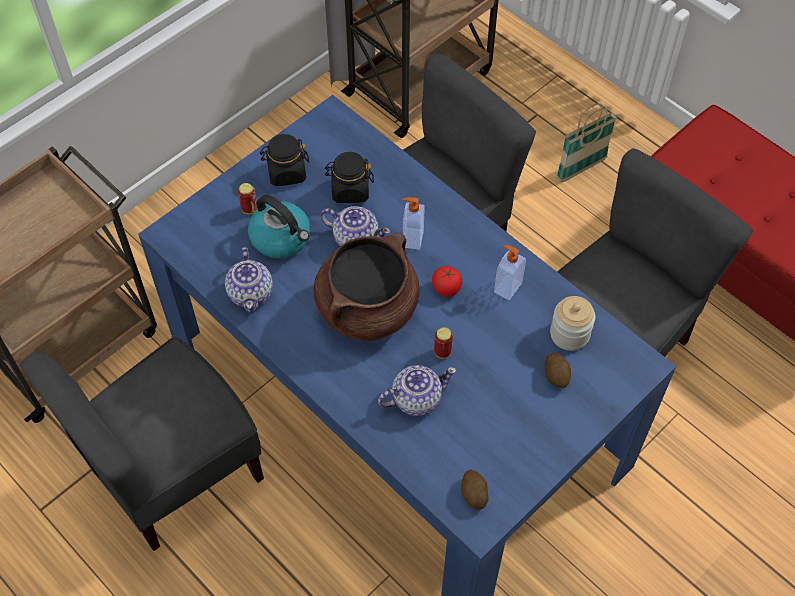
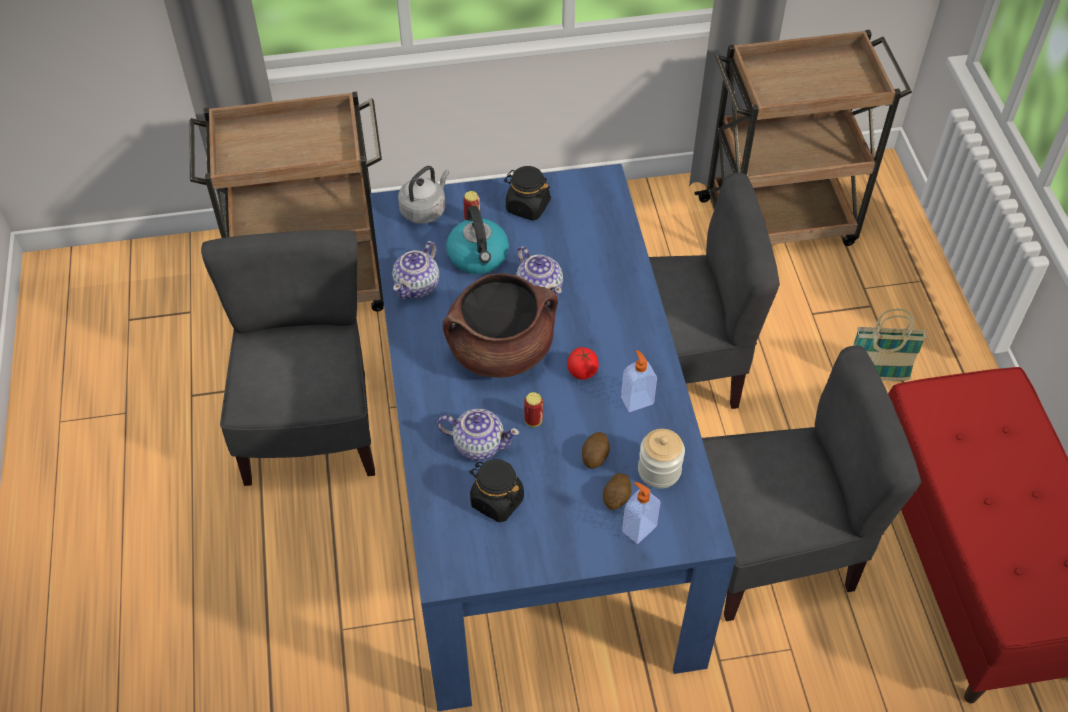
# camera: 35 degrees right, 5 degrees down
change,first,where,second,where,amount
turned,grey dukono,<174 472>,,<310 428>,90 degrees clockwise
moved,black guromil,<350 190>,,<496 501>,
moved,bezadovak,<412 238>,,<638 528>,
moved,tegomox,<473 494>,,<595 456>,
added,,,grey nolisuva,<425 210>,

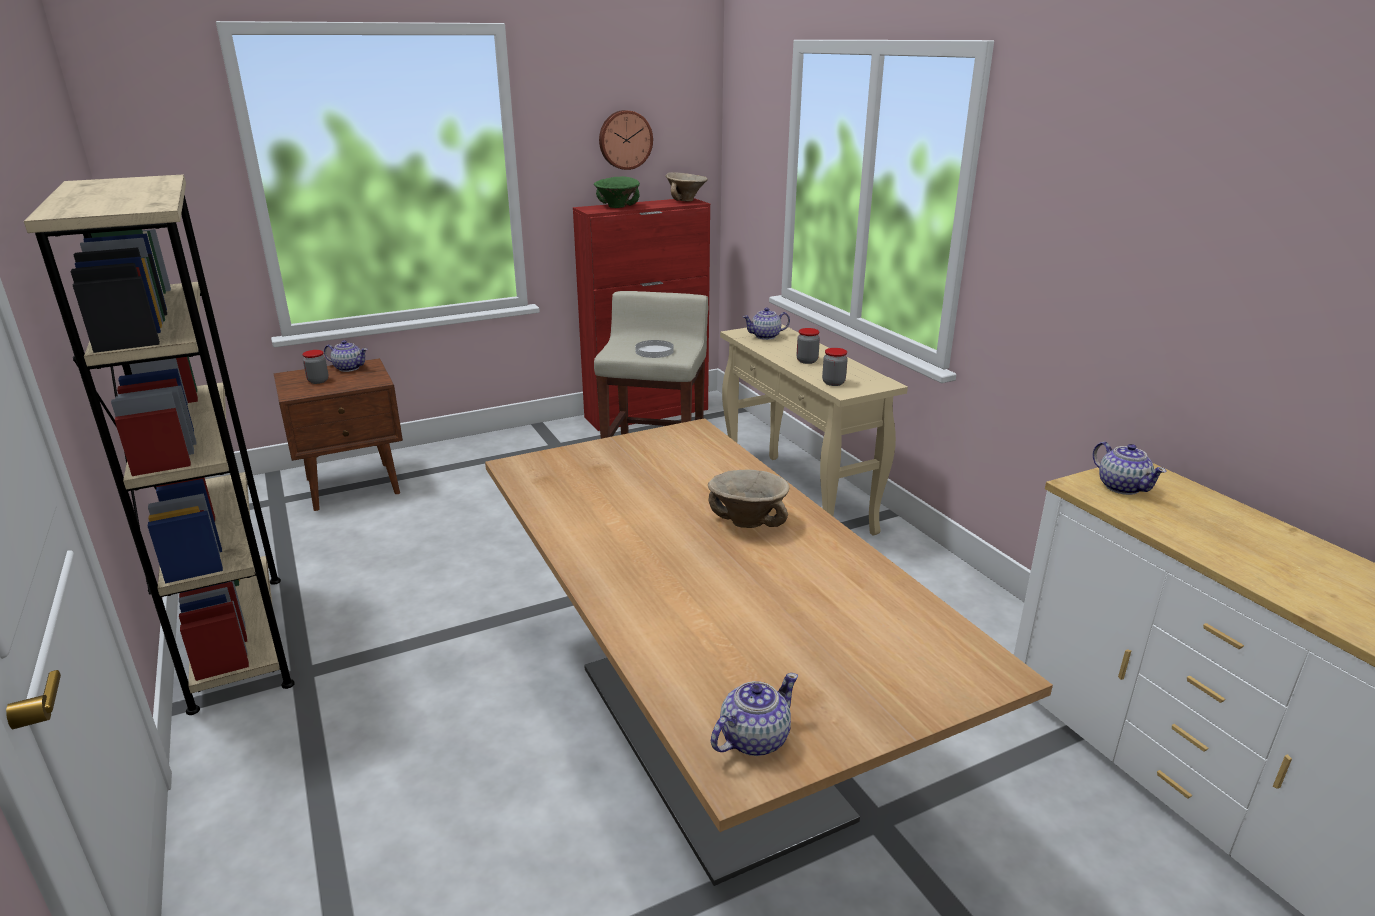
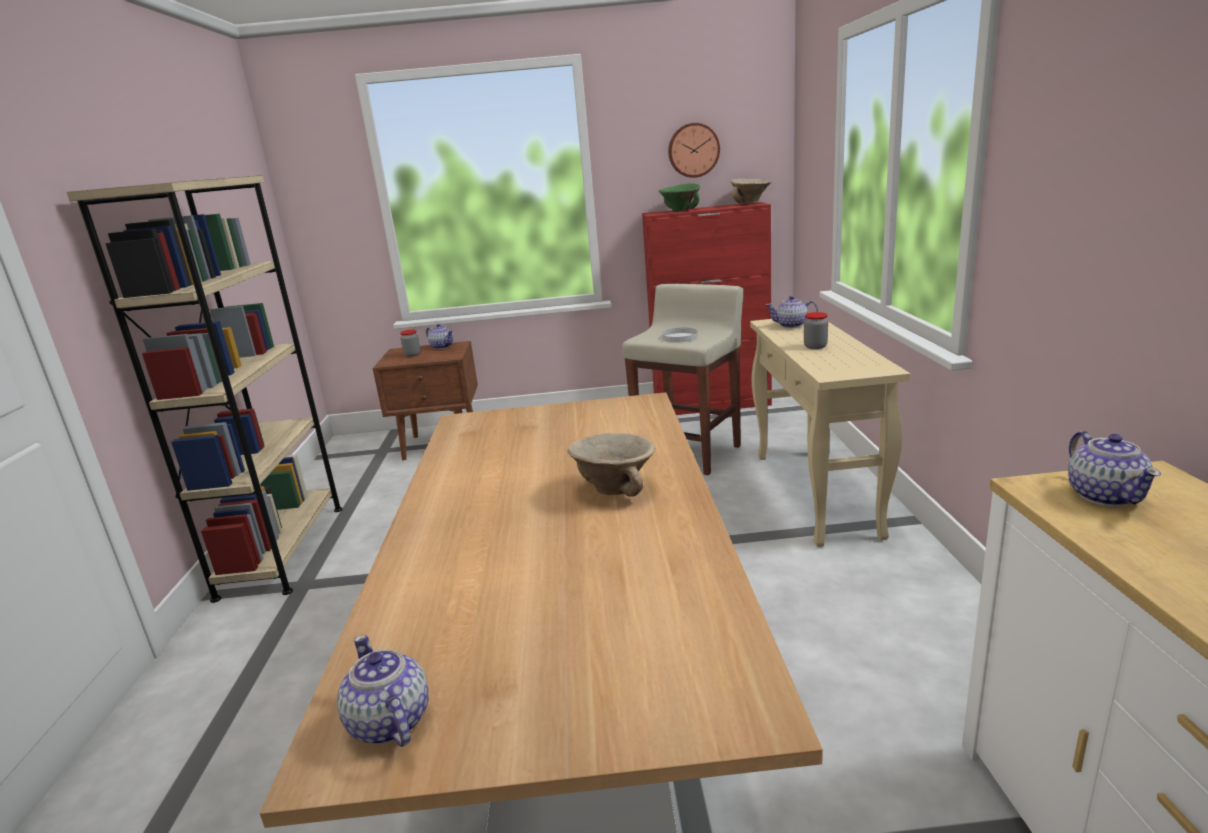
# camera: 25 degrees right, 5 degrees down
change,first,where,second,where,amount
turned,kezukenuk,<753 739>,,<389 723>,105 degrees counterclockwise
removed,guromil,<833 383>,,,

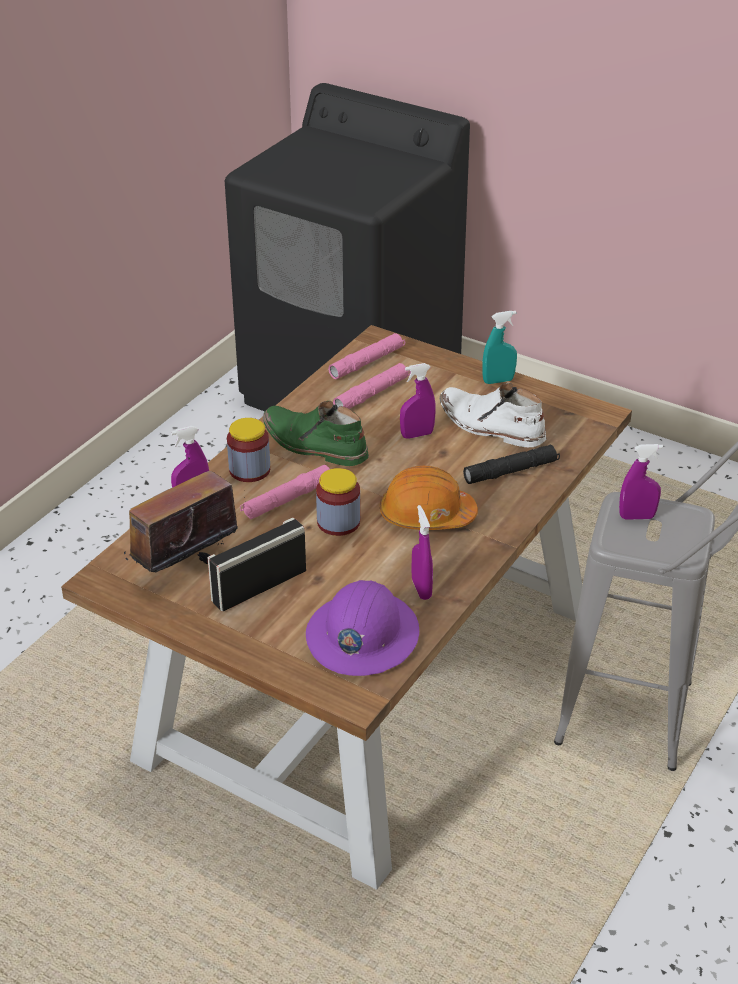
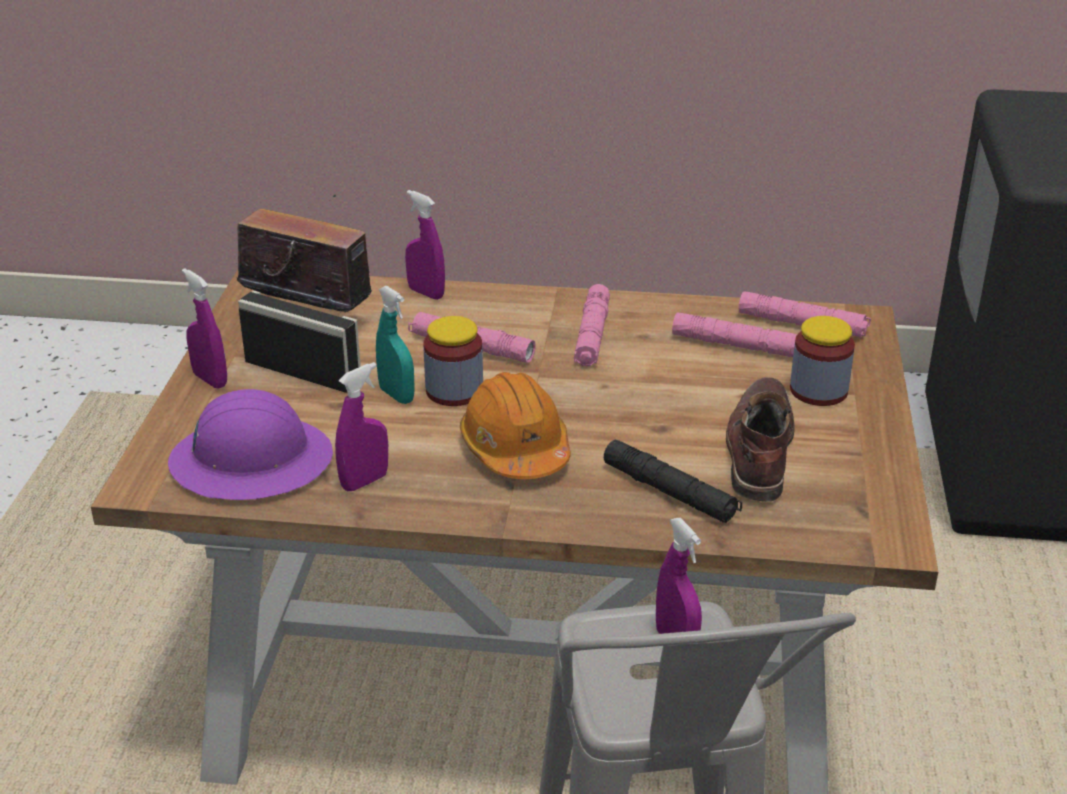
# camera: 65 degrees right, 5 degrees down
change,first,where,second,where,amount
moved,guromil,<249 470>,,<818 391>,
replaced,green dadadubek,<313 445>,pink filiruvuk,<592 335>,
moved,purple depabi,<417 435>,,<210 380>,
recoloured,white dadadubek,<490 426>,brown dadadubek,<758 451>,
moved,turquoise depabi,<498 381>,,<396 395>,

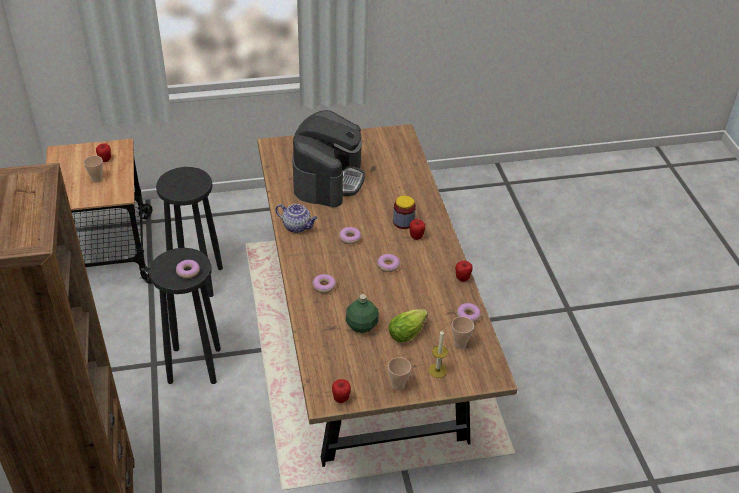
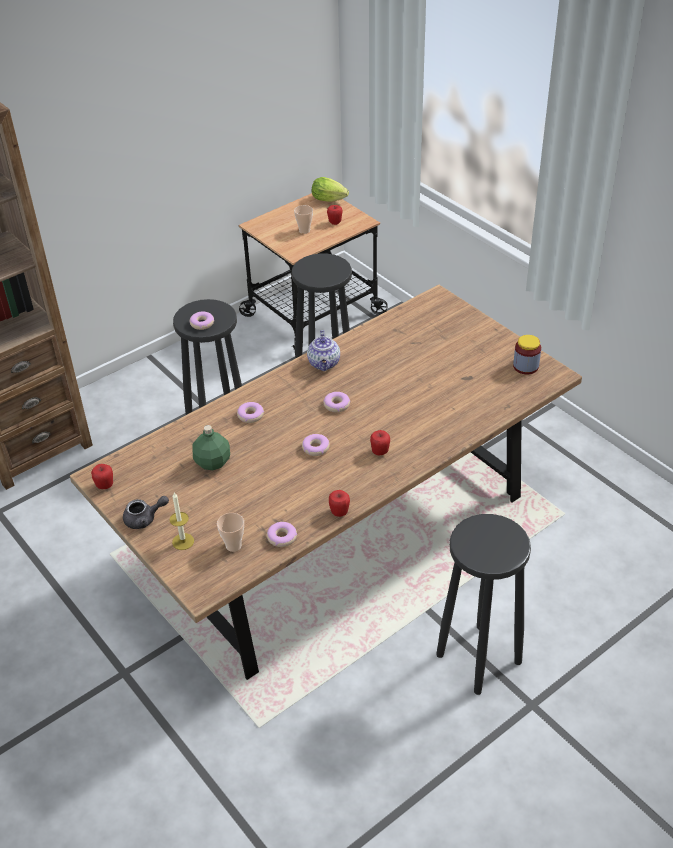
# camera: 65 degrees right, 0 degrees up
change,first,where,second,where,amount
removed,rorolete,<328 179>,,,
moved,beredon,<408 332>,,<331 200>,
replaced,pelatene,<398 385>,grey kezukenuk,<145 519>,
moved,guromil,<403 222>,,<525 366>,
added,,,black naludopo,<477 659>,

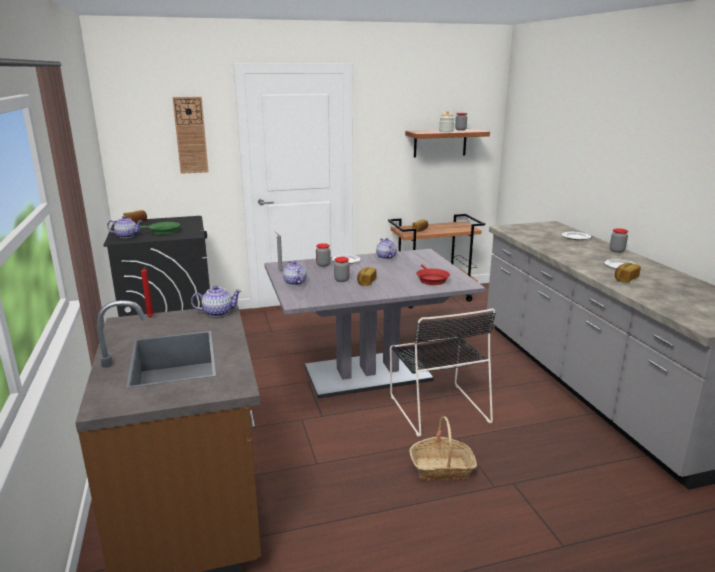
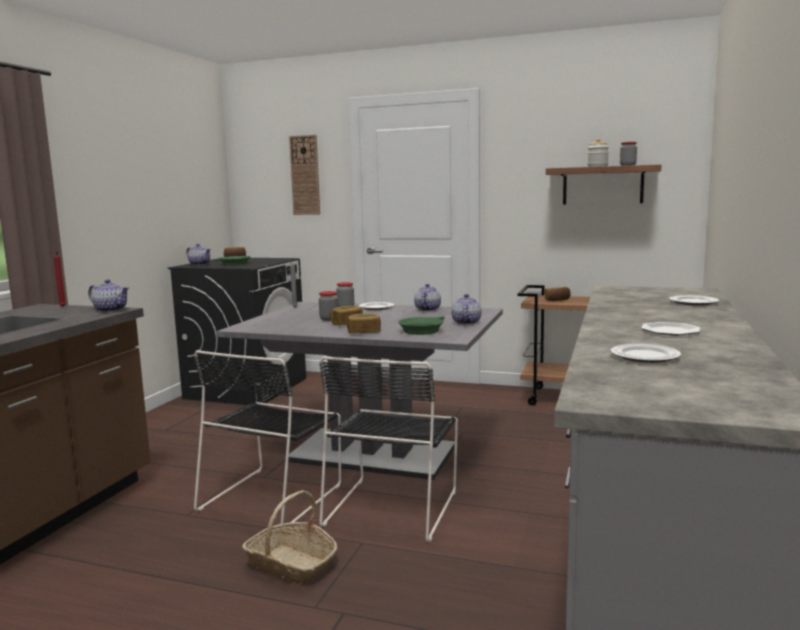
# camera: 35 degrees right, 10 degrees down
change,first,where,second,where,amount
moved,kezukenuk,<295 282>,,<465 322>,
recoloured,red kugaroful,<431 279>,green kugaroful,<422 330>,
removed,guromil,<617 251>,,,
moved,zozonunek,<625 279>,,<364 332>,
added,,,black dukono,<273 495>,
added,,,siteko,<644 356>,

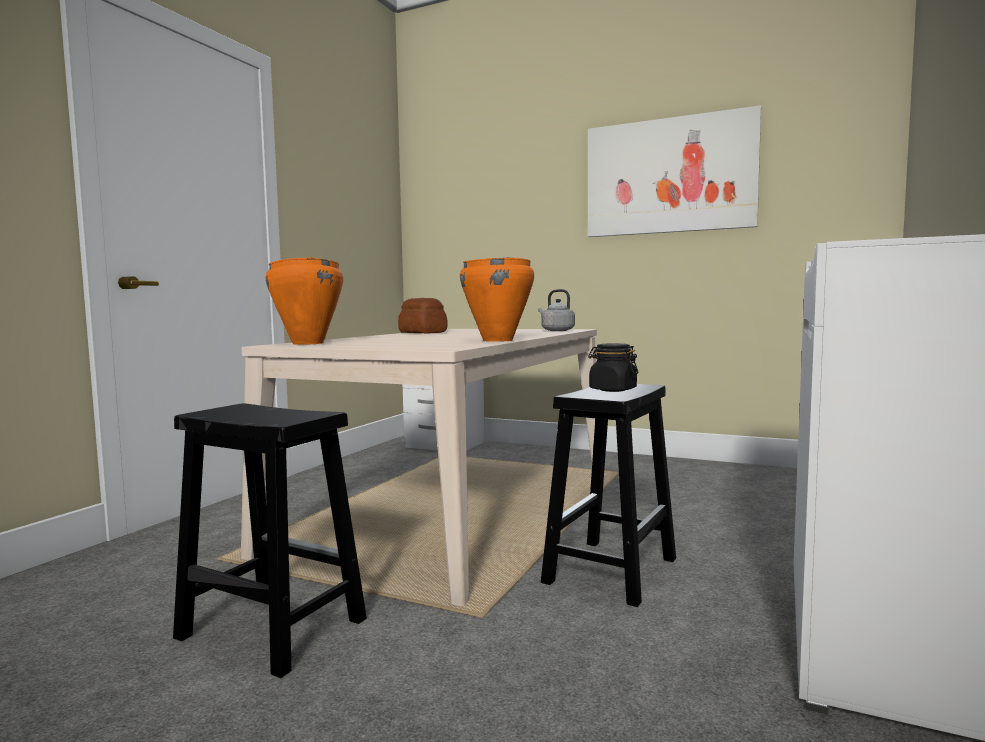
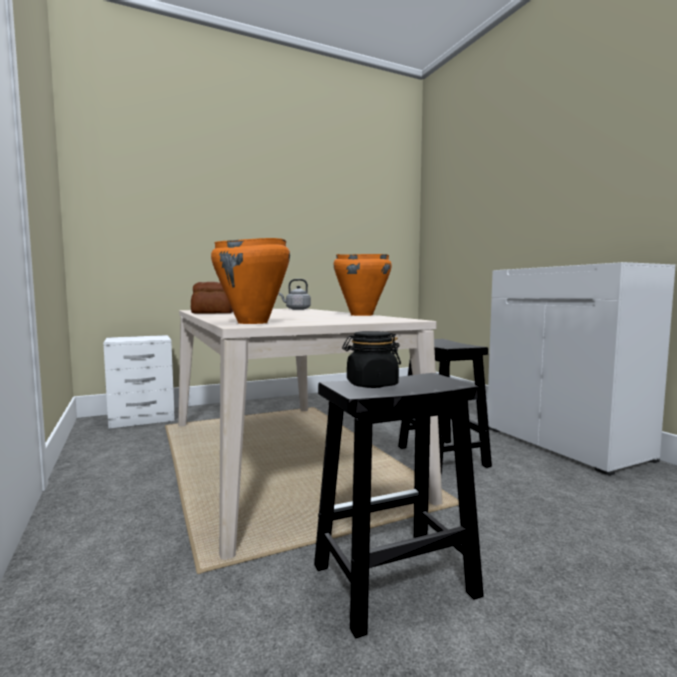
# camera: 50 degrees left, 0 degrees up
change,first,where,second,where,amount
removed,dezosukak,<669 176>,,,
moved,black guromil,<612 390>,,<371 385>,

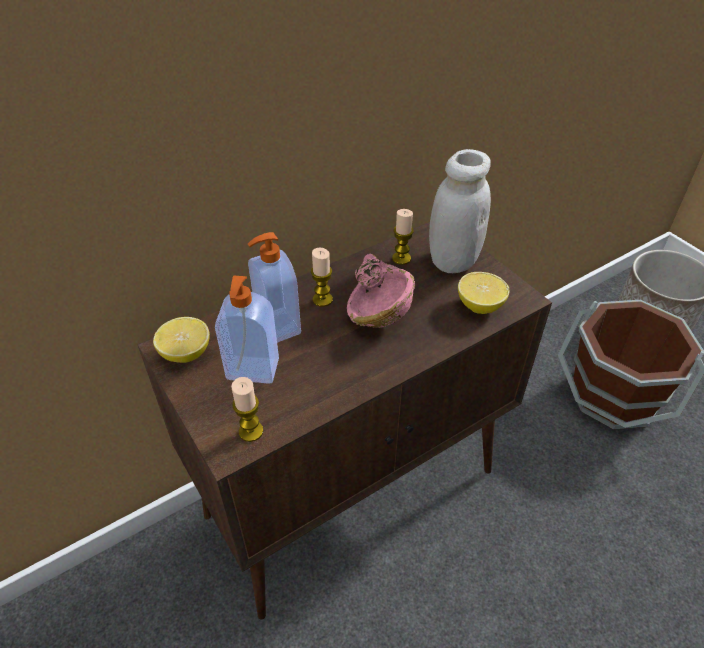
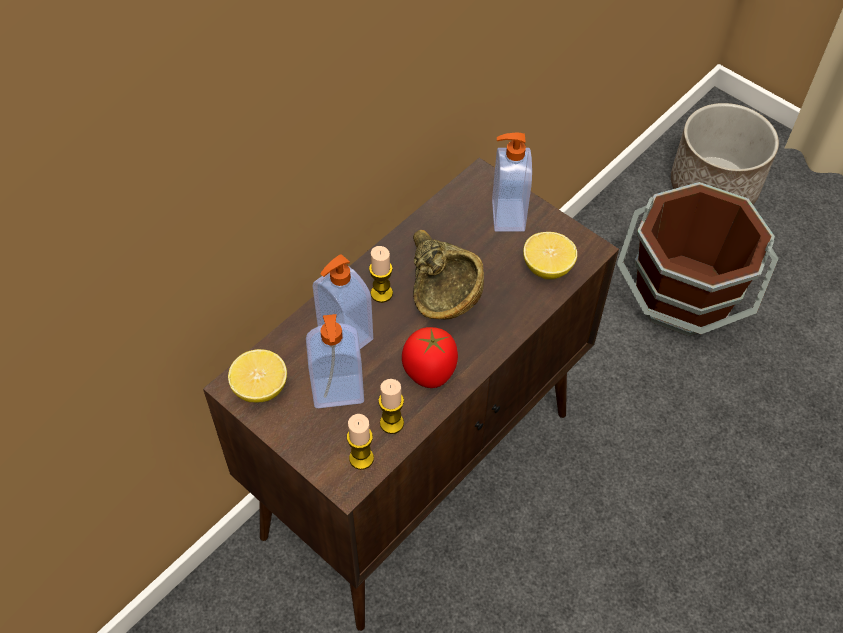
# camera: 15 degrees left, 10 degrees up
change,first,where,second,where,amount
recoloured,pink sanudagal,<373 303>,brown sanudagal,<437 286>,
moved,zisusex,<401 258>,,<391 423>,
replaced,white guromil,<453 260>,bezadovak,<506 215>,
added,,,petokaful,<429 372>,

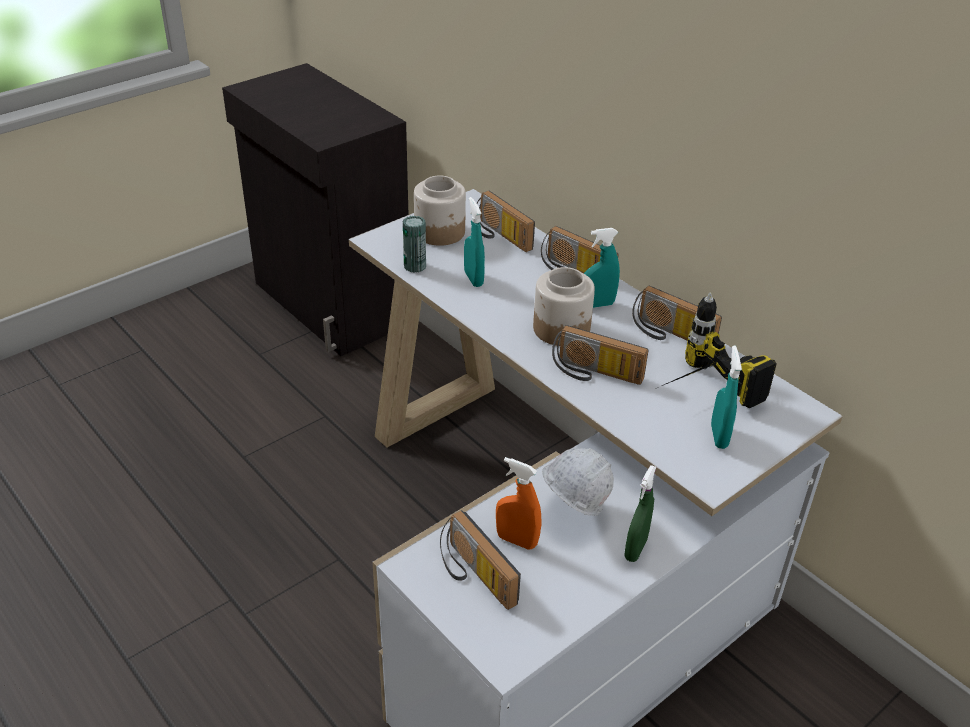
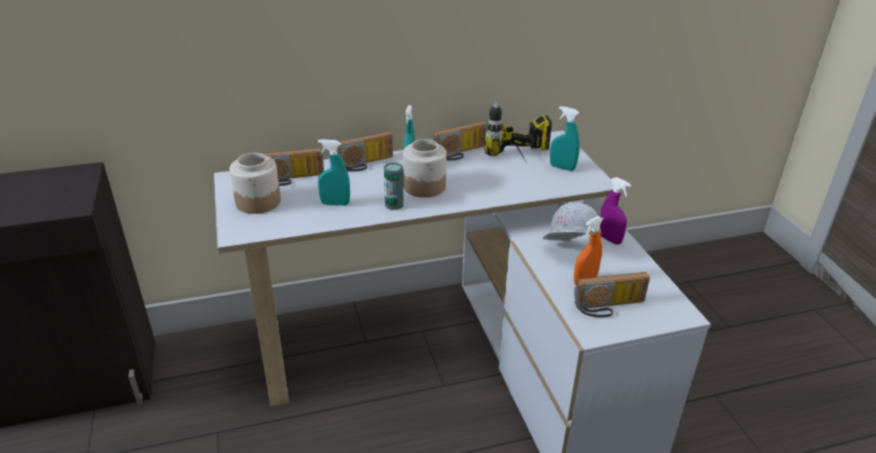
# camera: 65 degrees left, 5 degrees down
change,first,where,second,where,amount
moved,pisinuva,<415 266>,,<394 205>,
removed,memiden,<594 374>,,,
recoloured,green depabi,<635 549>,purple depabi,<609 239>,

